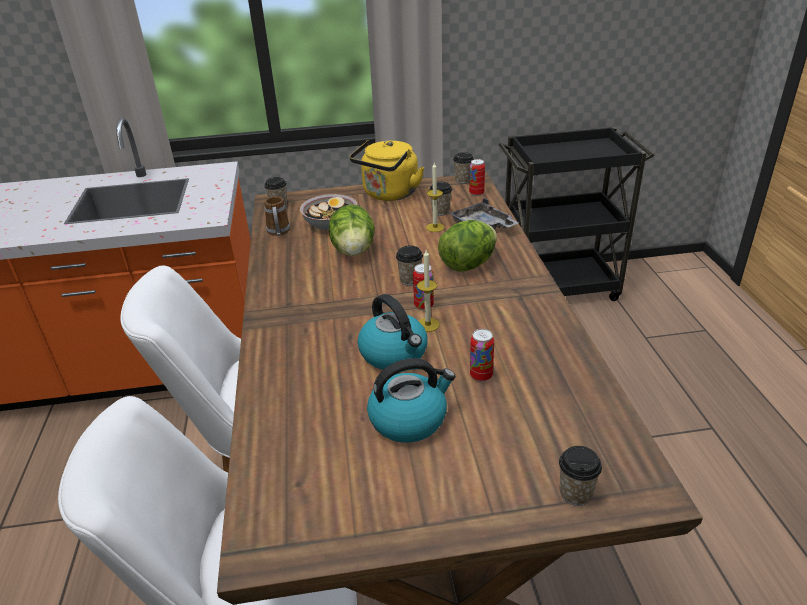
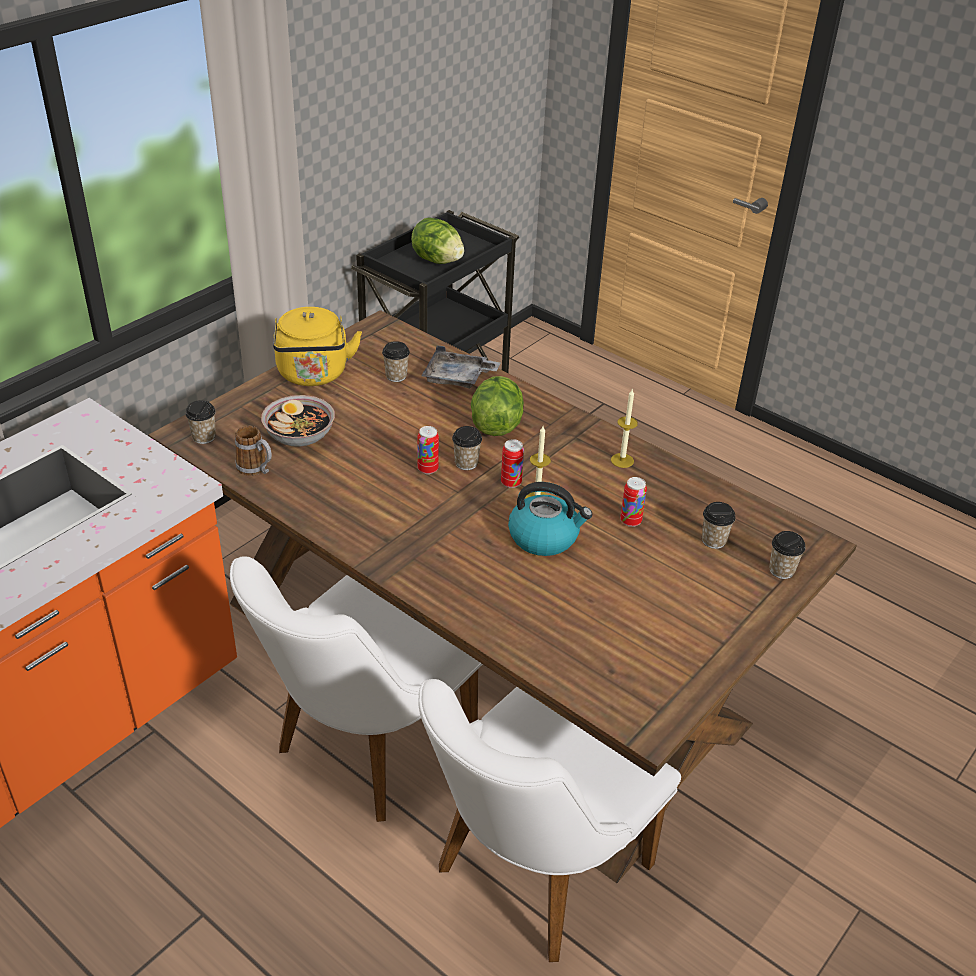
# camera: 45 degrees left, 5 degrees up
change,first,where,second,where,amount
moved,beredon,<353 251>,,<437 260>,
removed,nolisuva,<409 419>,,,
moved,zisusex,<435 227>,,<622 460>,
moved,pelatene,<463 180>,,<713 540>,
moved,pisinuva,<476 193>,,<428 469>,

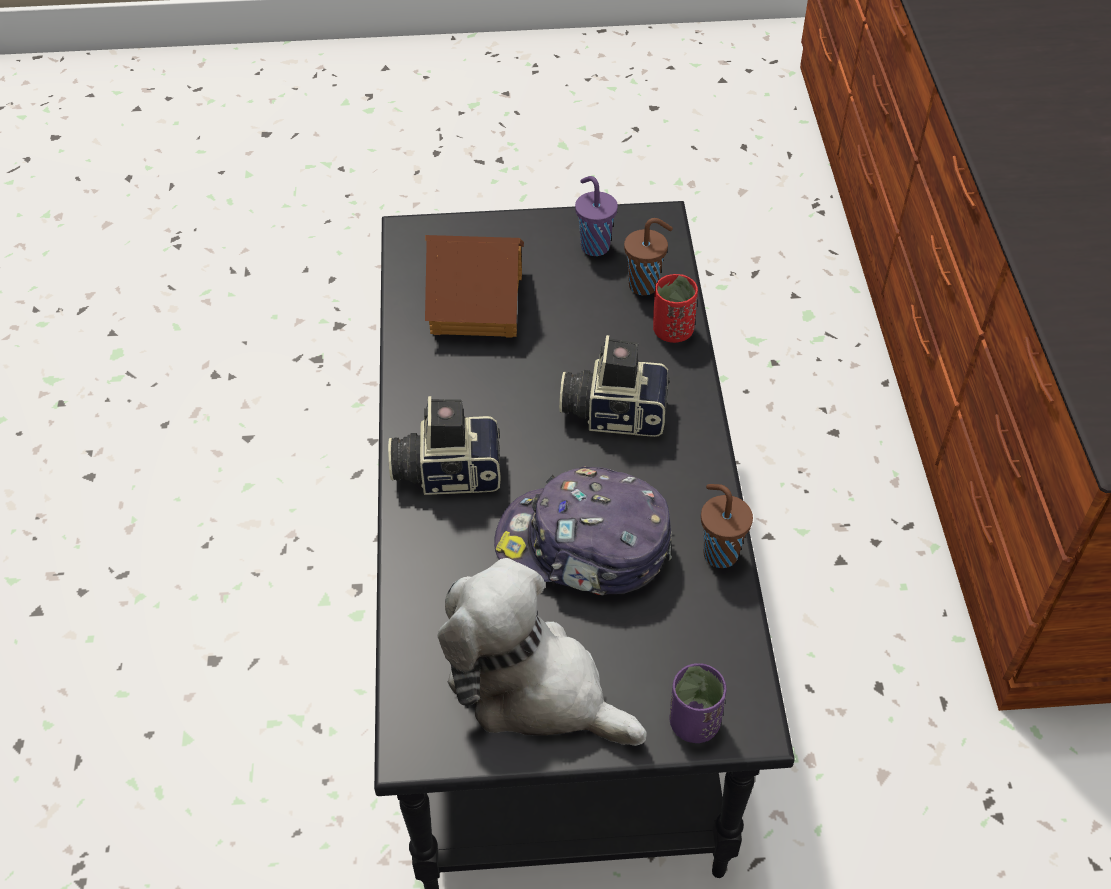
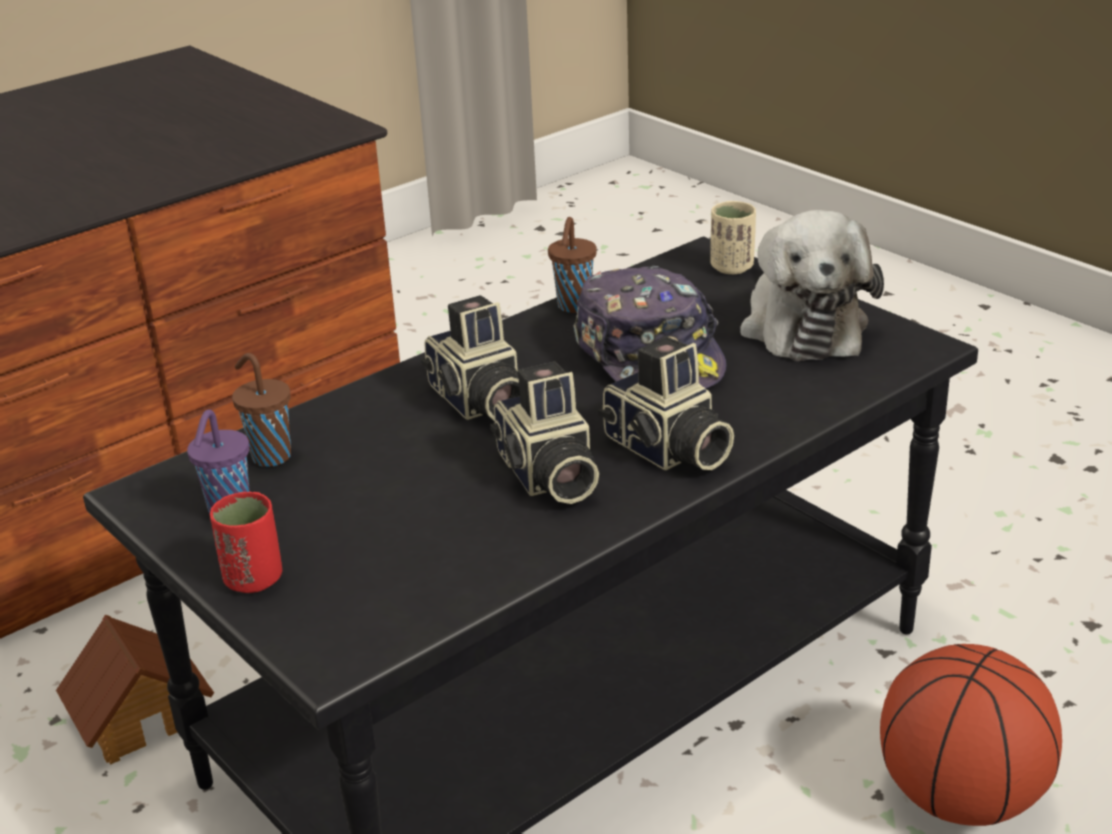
# camera: 125 degrees left, 20 degrees down
change,first,where,second,where,amount
moved,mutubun,<479 303>,,<141 715>,
moved,red pelatene,<672 331>,,<253 579>,
recoloured,purple pelatene,<694 722>,beige pelatene,<732 267>,
added,,,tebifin,<547 476>,
added,,,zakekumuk,<960 797>,

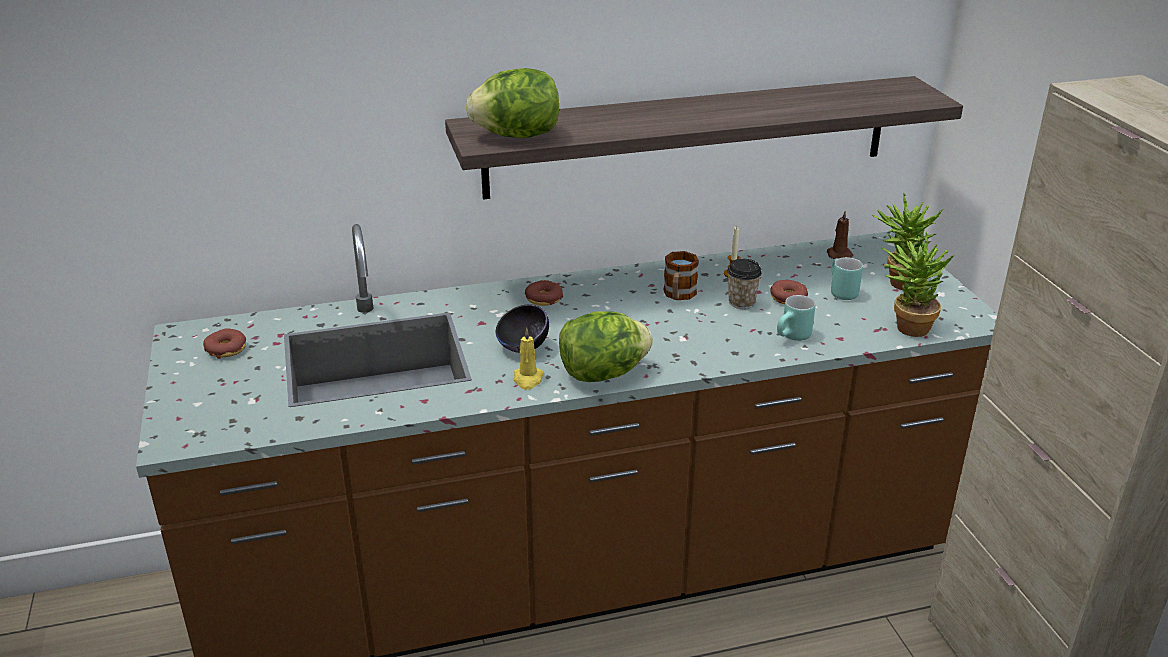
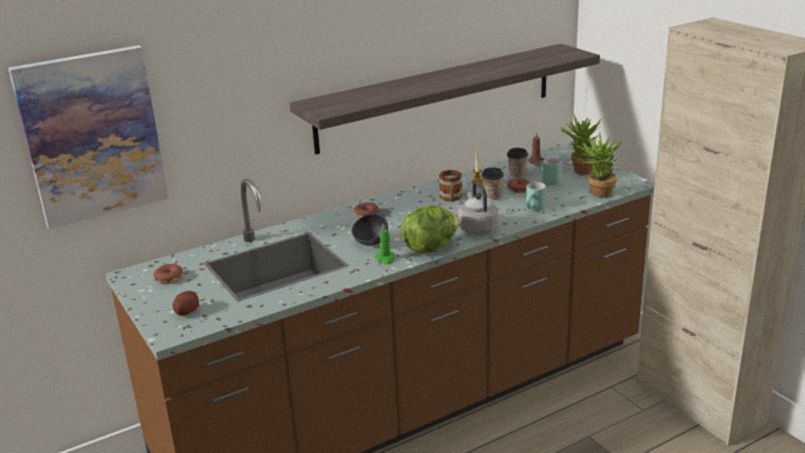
# camera: 15 degrees left, 5 degrees down
change,first,where,second,where,amount
removed,beredon,<517 136>,,,
recoloured,yellow zisusex,<528 379>,green zisusex,<385 259>,
added,,,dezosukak,<92 136>,
added,,,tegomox,<187 311>,
added,,,grey nolisuva,<477 228>,
added,,,pelatene,<517 175>,

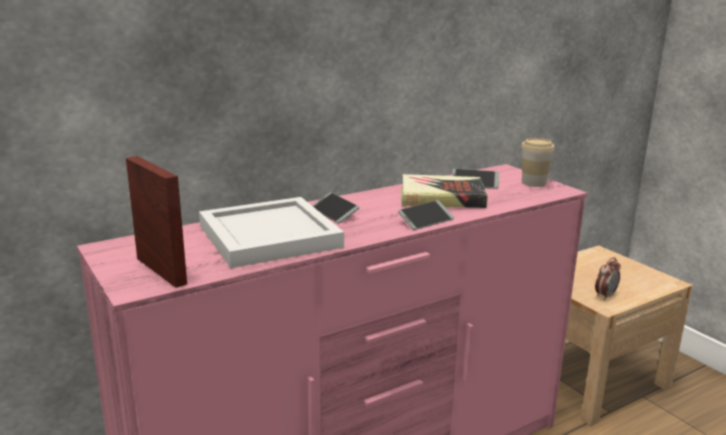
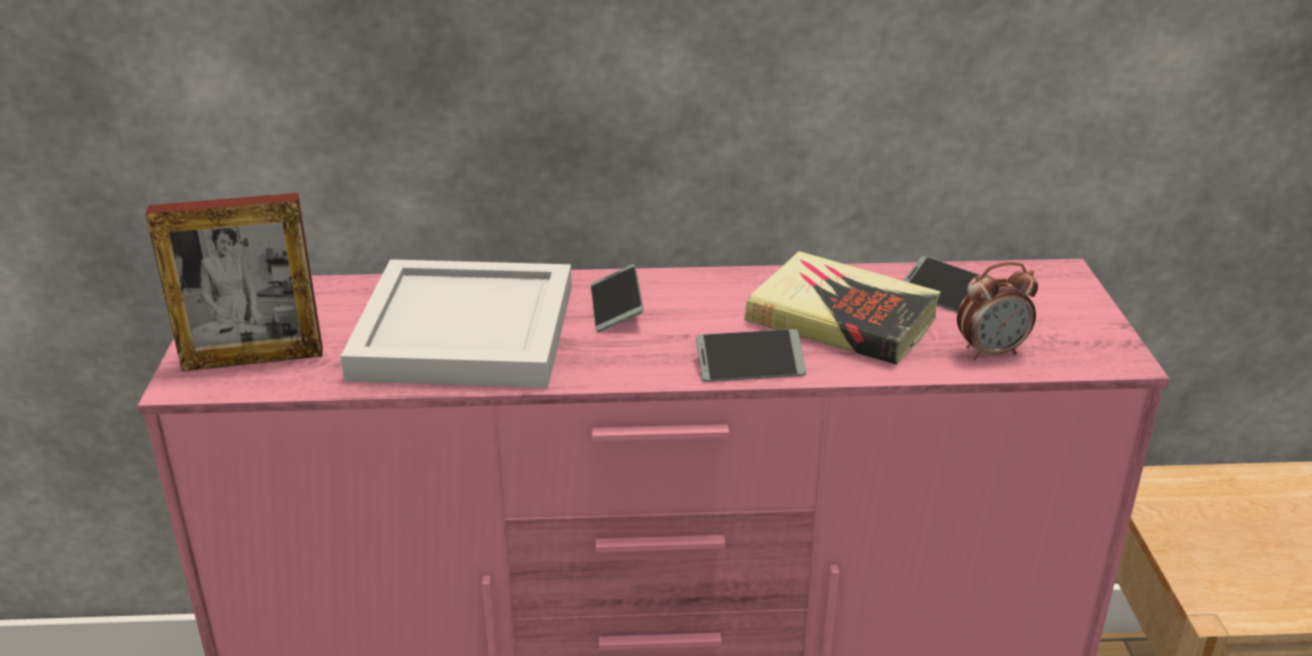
# camera: 30 degrees right, 10 degrees up
change,first,where,second,where,amount
turned,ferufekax,<161 271>,,<253 358>,90 degrees clockwise
removed,pelatene,<533 183>,,,
moved,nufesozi,<605 296>,,<991 352>,

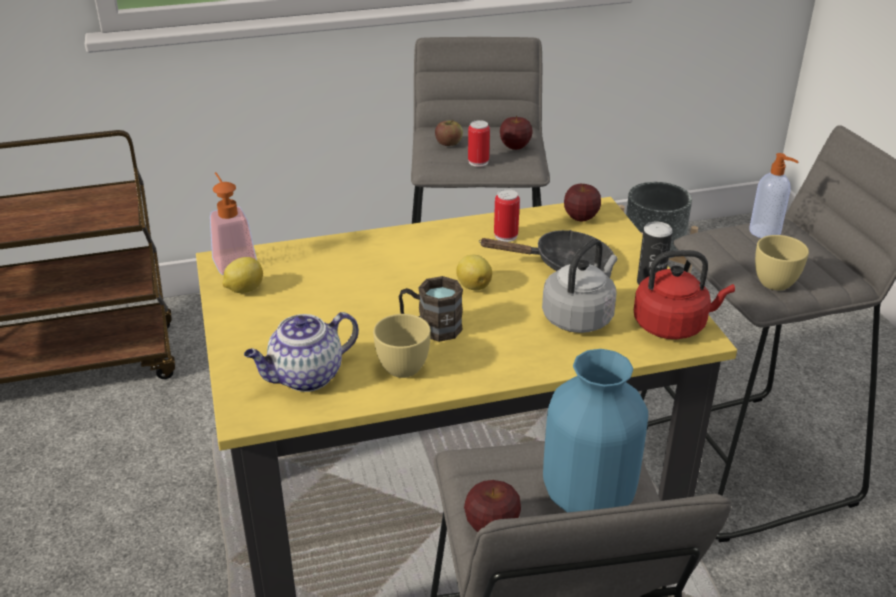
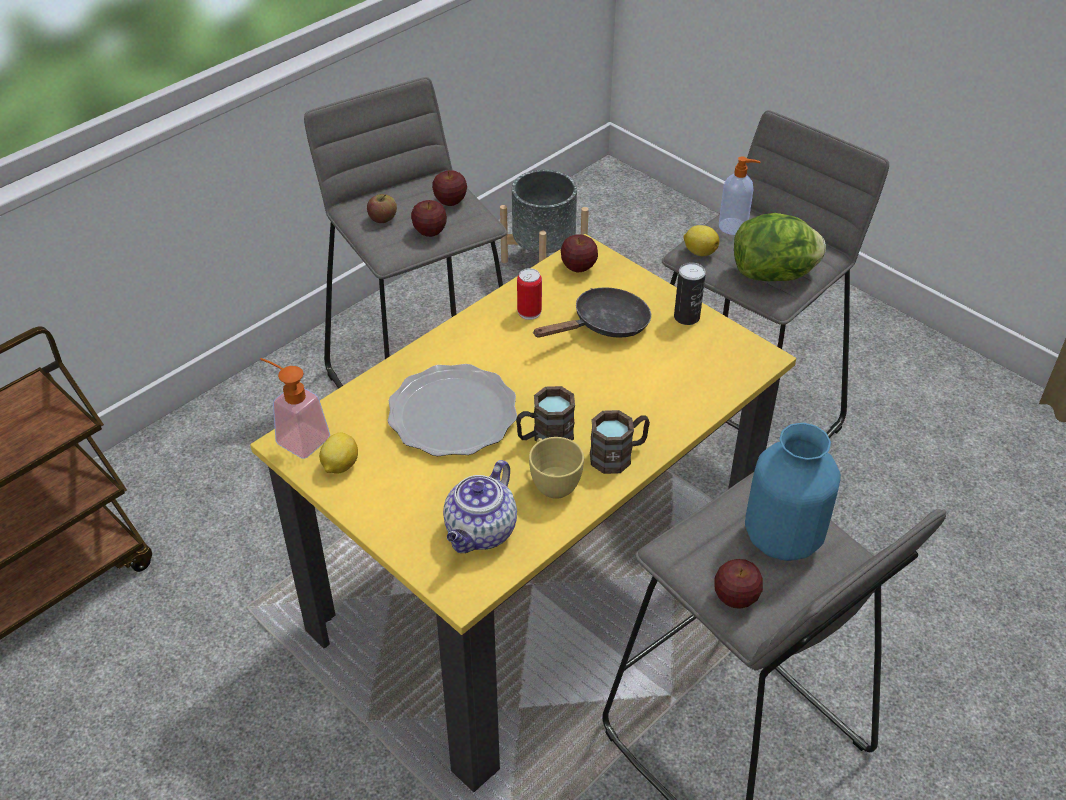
# camera: 30 degrees left, 10 degrees up
change,first,where,second,where,amount
moved,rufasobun,<473 285>,,<699 252>,
replaced,pisinuva,<478 162>,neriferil,<430 232>,
removed,grey nolisuva,<580 317>,,,
removed,red nolisuva,<673 325>,,,
replaced,yellow pelatene,<775 279>,beredon,<774 275>,
added,,,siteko,<453 415>,
added,,,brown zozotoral,<619 455>,

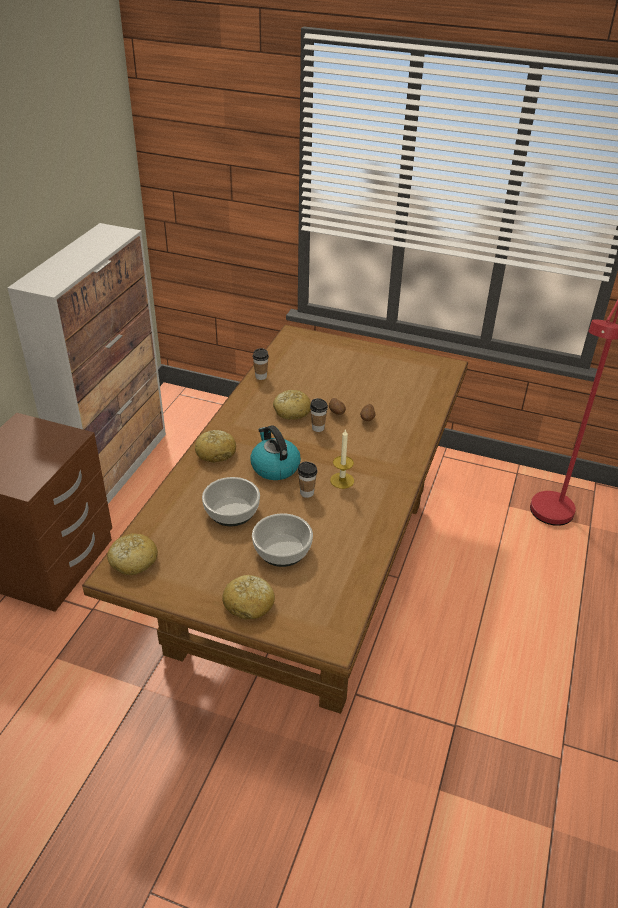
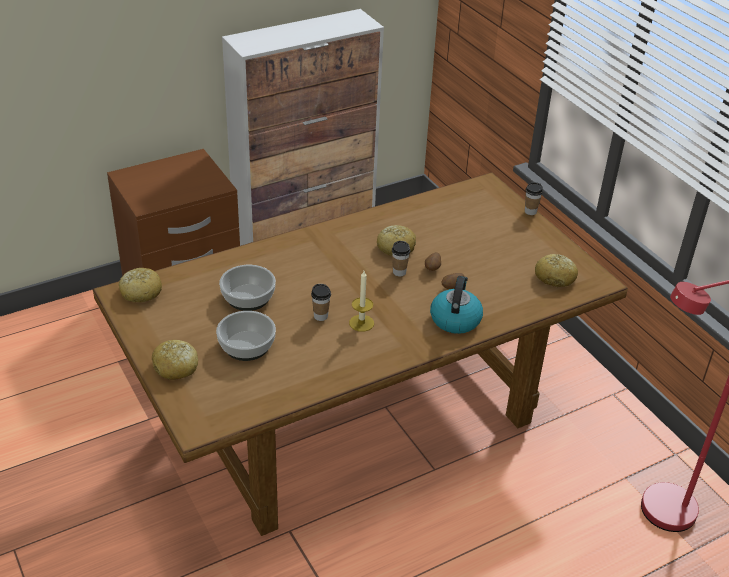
# camera: 40 degrees right, 0 degrees up
change,first,where,second,where,amount
moved,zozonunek,<216 452>,,<555 277>,
moved,nolisuva,<274 467>,,<455 319>,
moved,pelatene,<261 376>,,<530 211>,

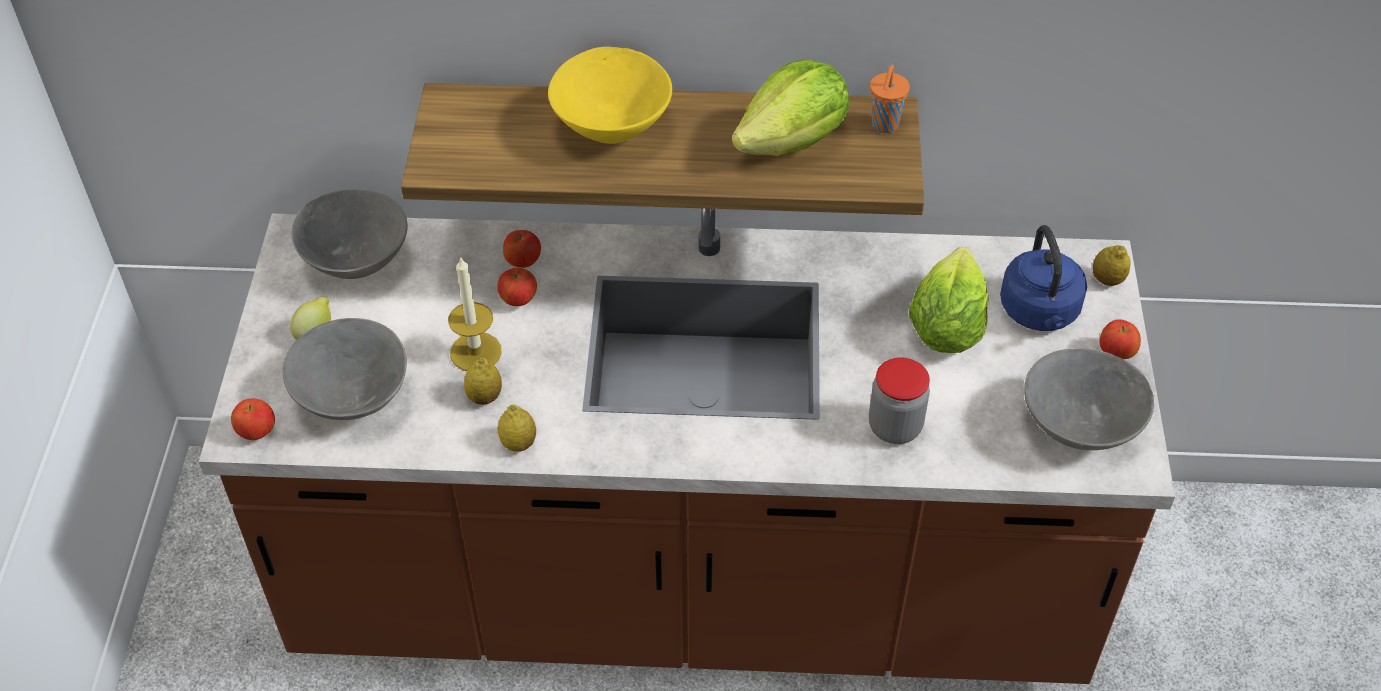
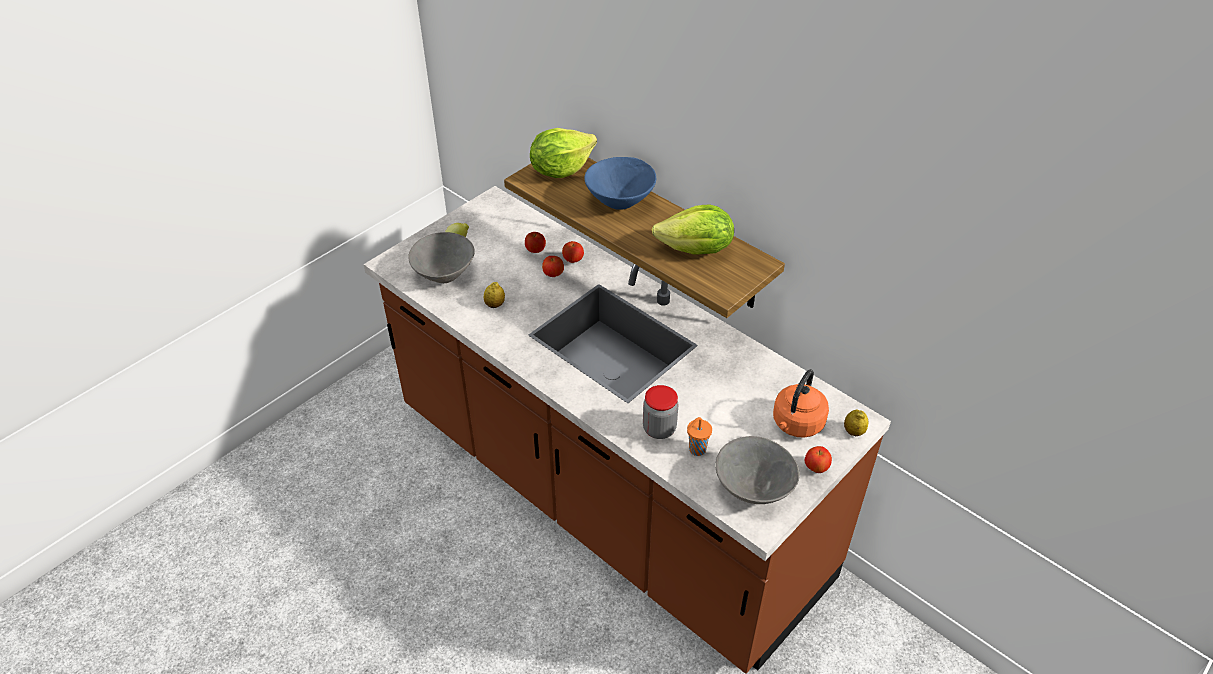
# camera: 40 degrees right, 5 degrees down
change,first,where,second,where,amount
moved,neriferil,<257 432>,,<535 250>,
removed,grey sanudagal,<356 260>,,,
removed,zisusex,<475 352>,,,
removed,rufasobun,<518 443>,,,
recoloured,yellow sanudagal,<613 126>,blue sanudagal,<621 201>,
moved,orange pelatene,<884 126>,,<696 450>,
moved,beredon,<945 327>,,<560 170>,
recoloured,blue nolisuva,<1040 313>,orange nolisuva,<796 424>,

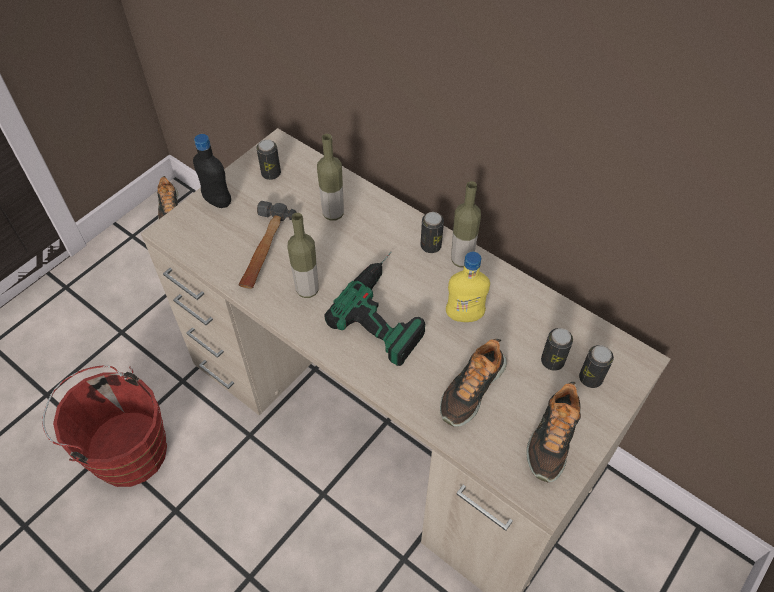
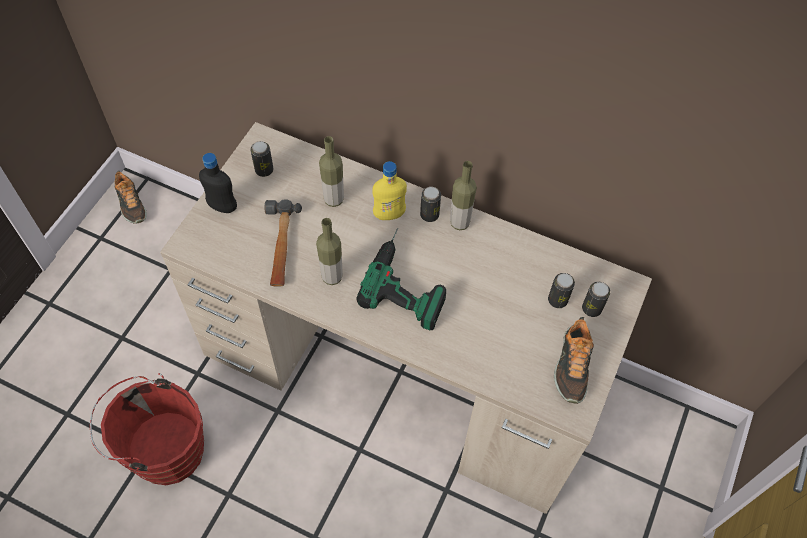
# camera: 15 degrees left, 5 degrees up
change,first,where,second,where,amount
removed,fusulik,<471 389>,,,
moved,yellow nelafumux,<464 315>,,<389 214>,

